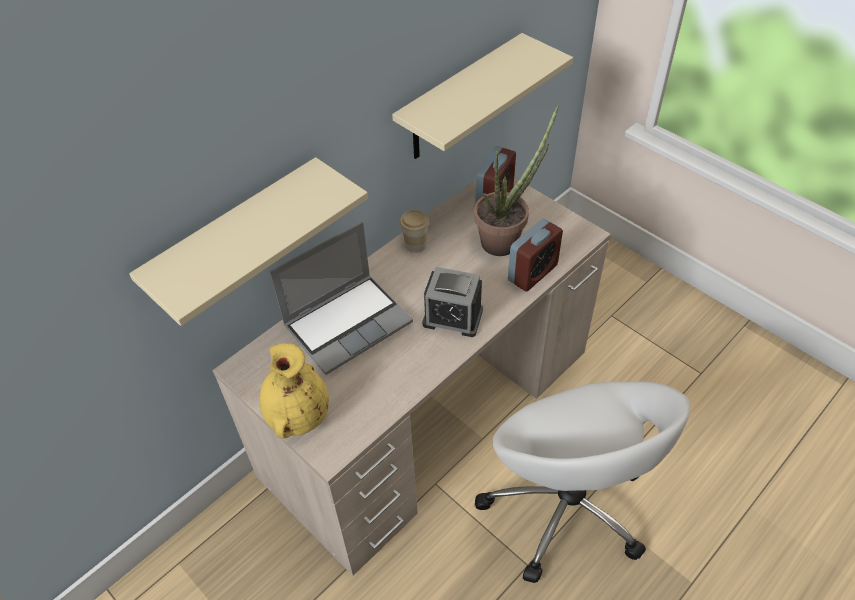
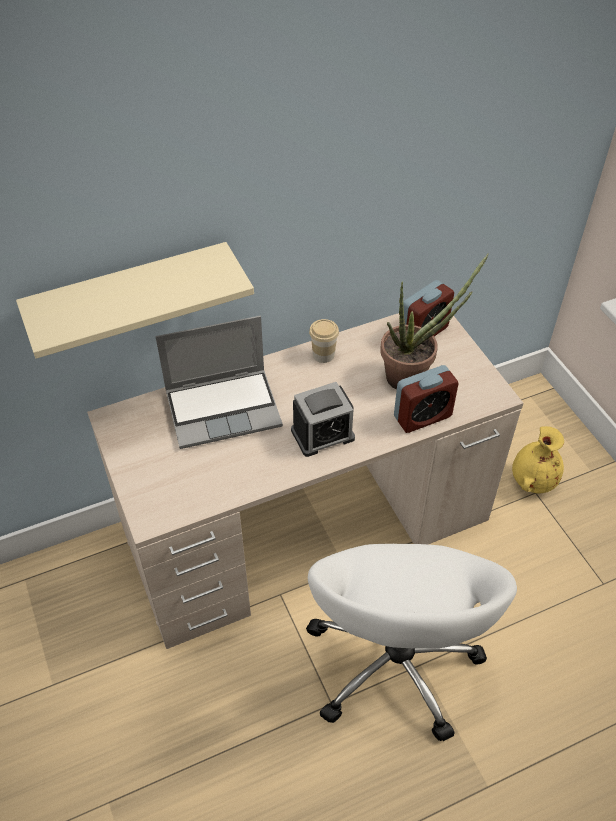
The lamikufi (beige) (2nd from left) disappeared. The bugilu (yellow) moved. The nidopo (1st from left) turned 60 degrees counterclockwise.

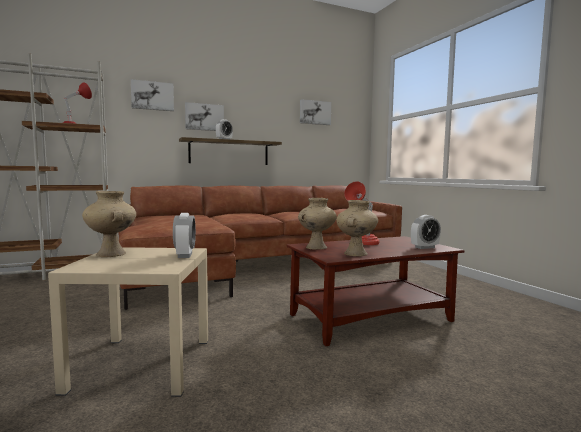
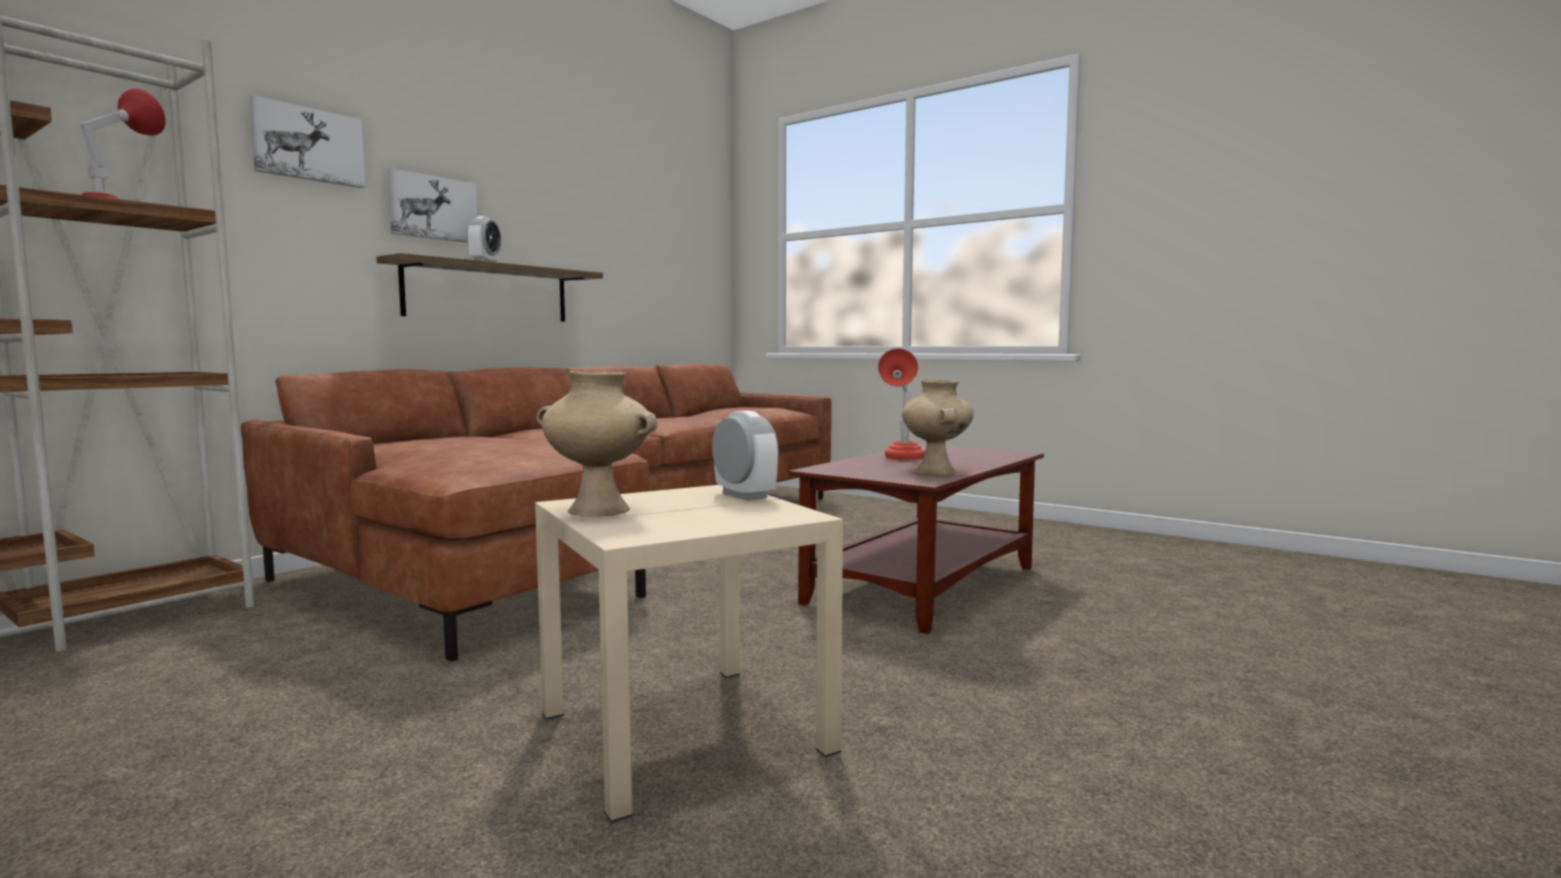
The bugilu (beige) (2nd from left) disappeared. The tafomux (3rd from left) disappeared. The nidopo (3rd from left) disappeared.

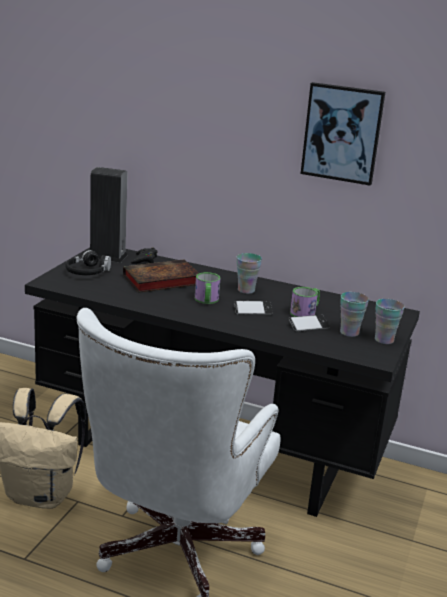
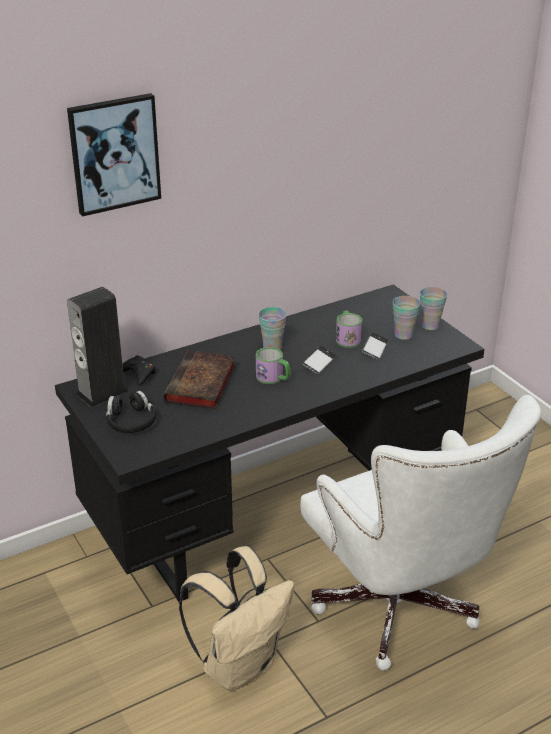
The tafomux moved.

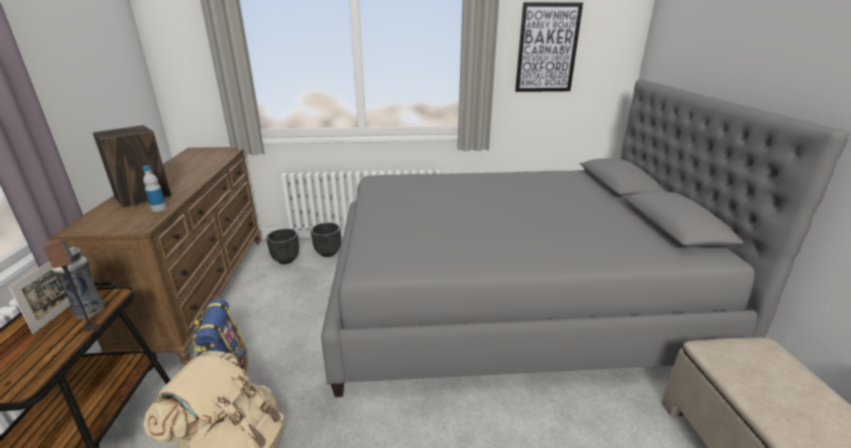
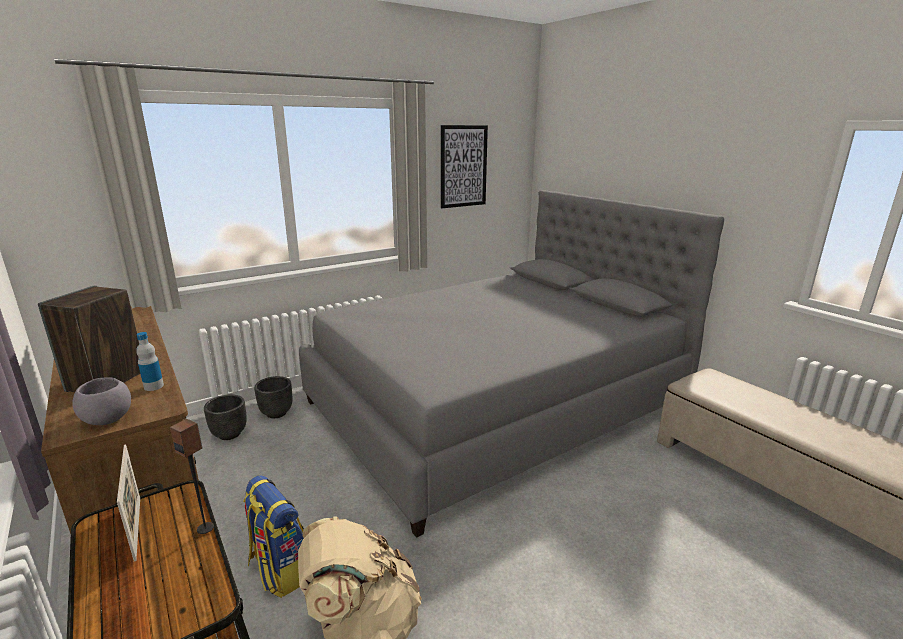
The bugilu disappeared. The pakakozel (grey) appeared.

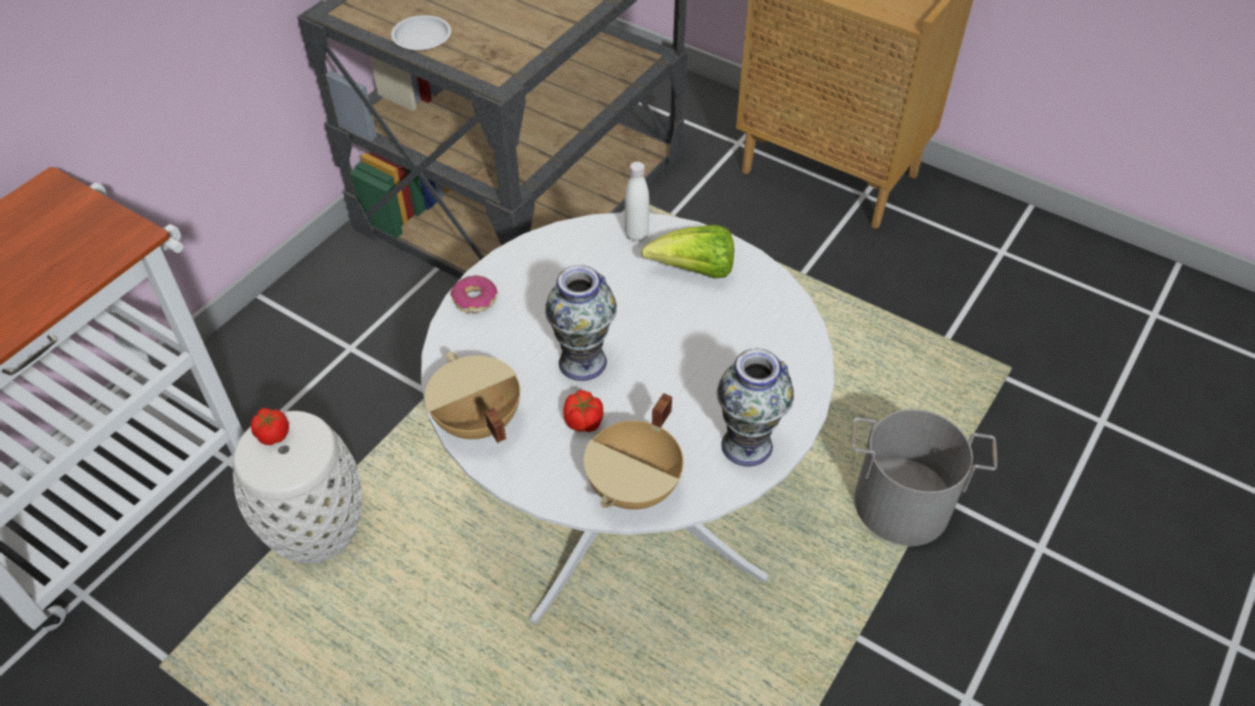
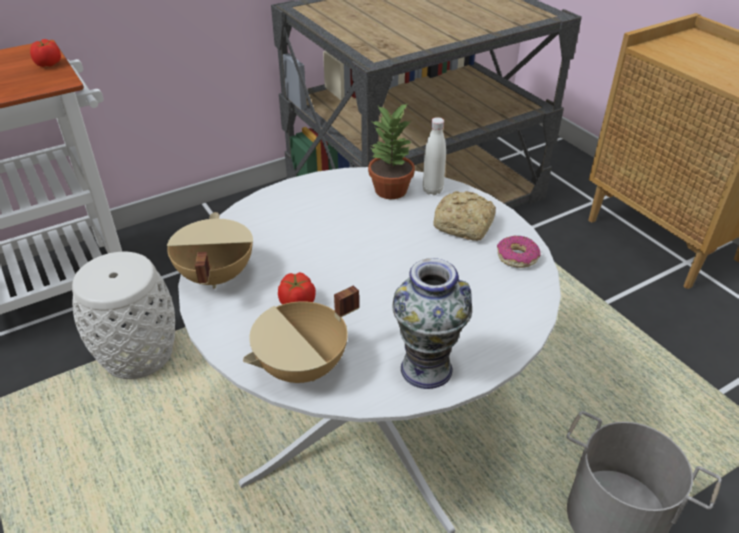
The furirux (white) disappeared. The bugilu (1st from left) disappeared. The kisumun appeared. The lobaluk (1st from left) moved. The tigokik moved. The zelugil was replaced by the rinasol.

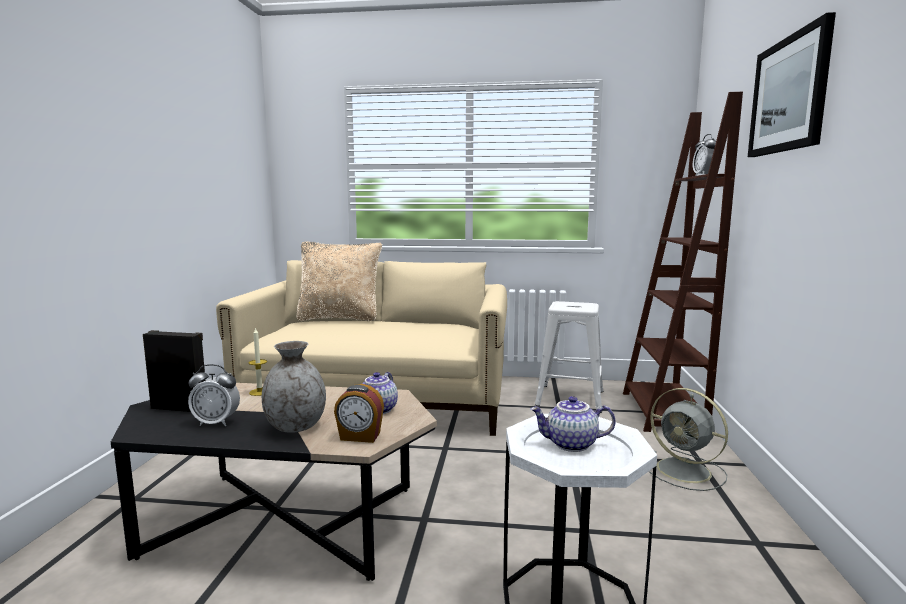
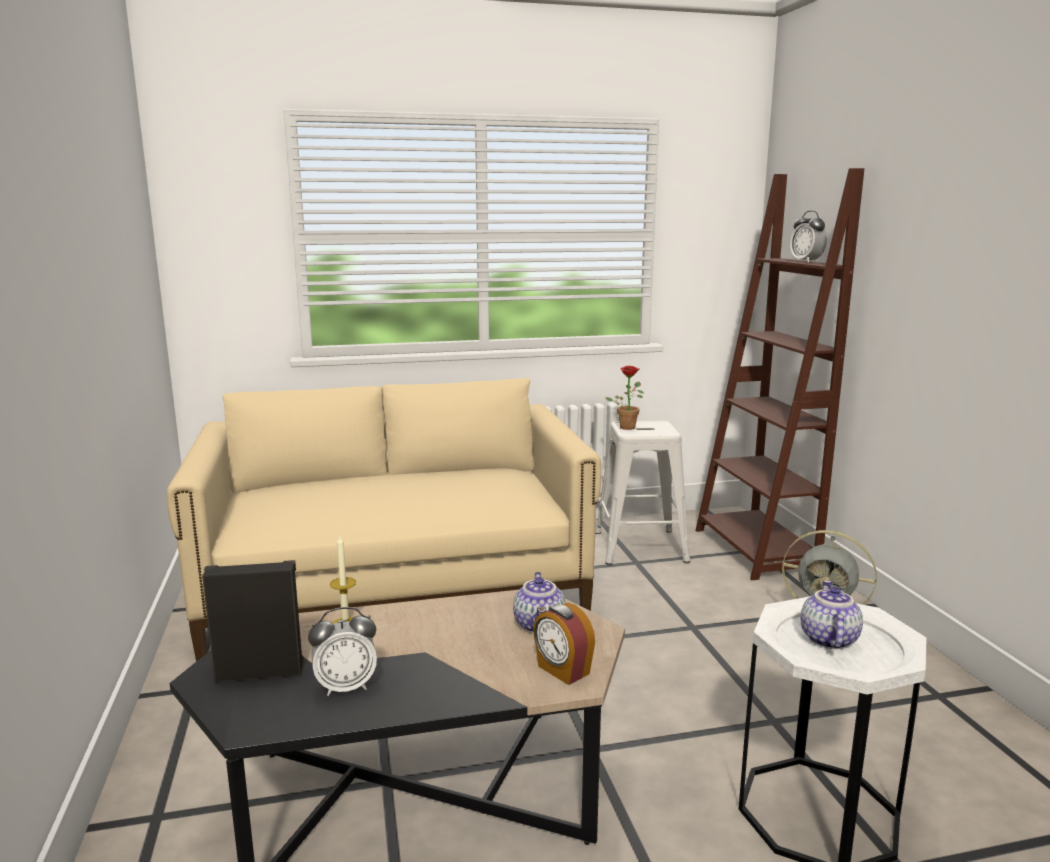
The bugilu (grey) disappeared. The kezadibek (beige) disappeared. The tafomux disappeared. The kisumun appeared. The nidopo (2nd from left) turned 60 degrees clockwise. The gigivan (2nd from left) turned 120 degrees clockwise.

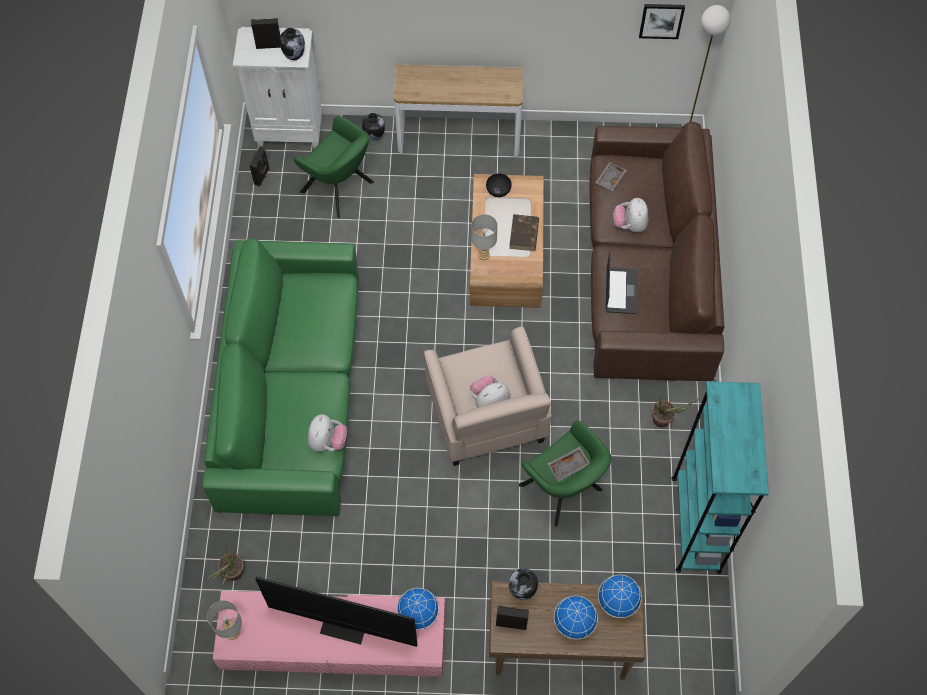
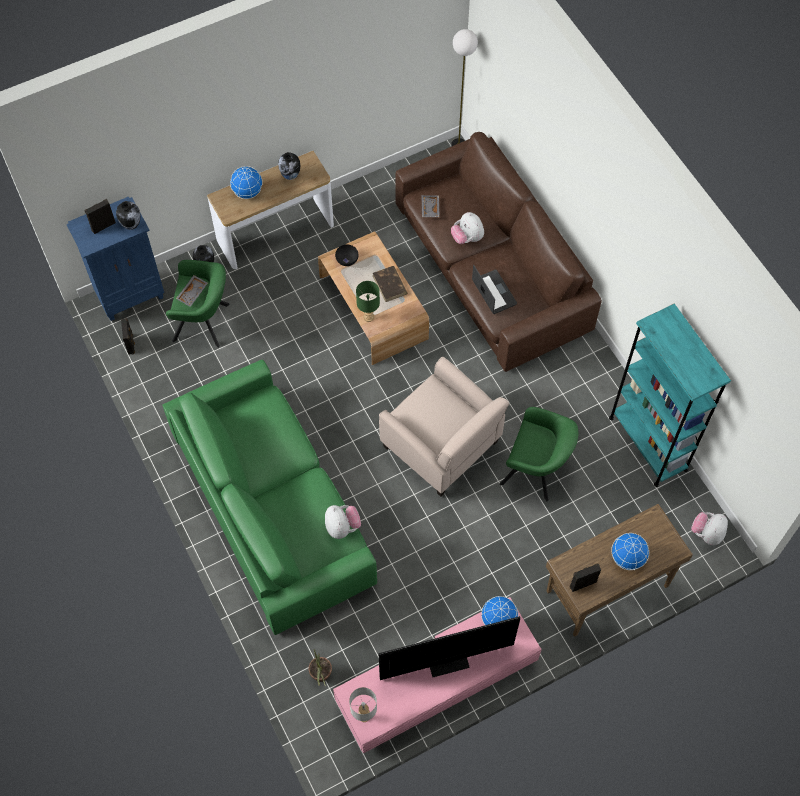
The tafomux disappeared. The kisumun (2nd from left) disappeared. The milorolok (2nd from left in the first image) moved. The bugilu (3rd from left) moved. The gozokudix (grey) (1st from left) moved. The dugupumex (3rd from left in the first image) moved. The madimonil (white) became the madimonil (blue). The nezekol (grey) (2nd from left) became the nezekol (green).

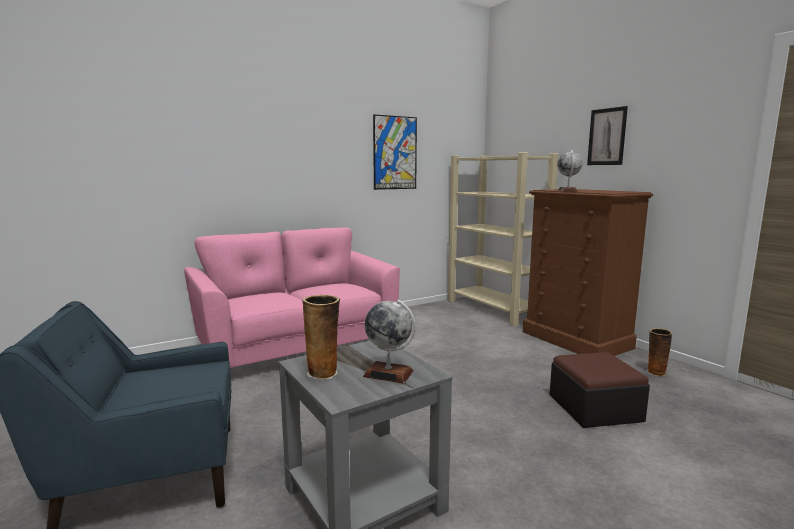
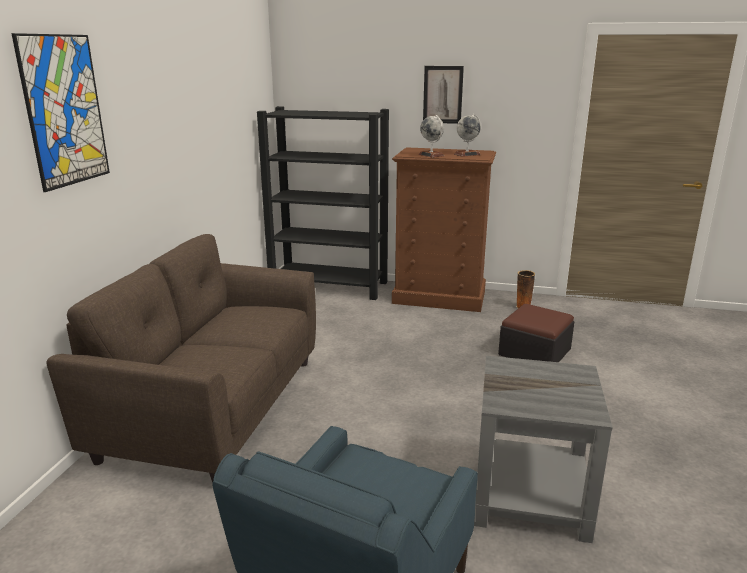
The bugilu (1st from left) disappeared. The dugupumex (1st from left in the first image) moved. The tafomux (1st from left) moved. The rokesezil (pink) became the rokesezil (brown). The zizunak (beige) became the zizunak (black).

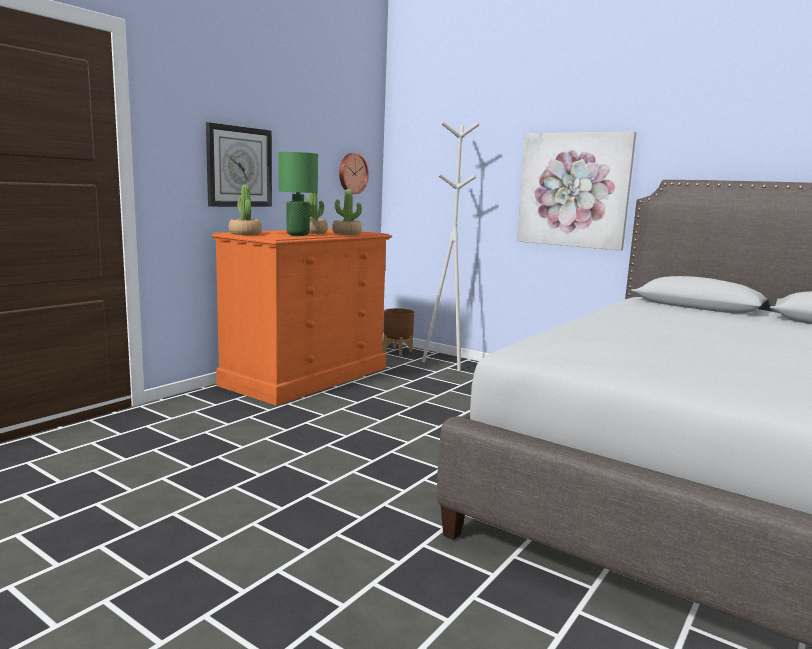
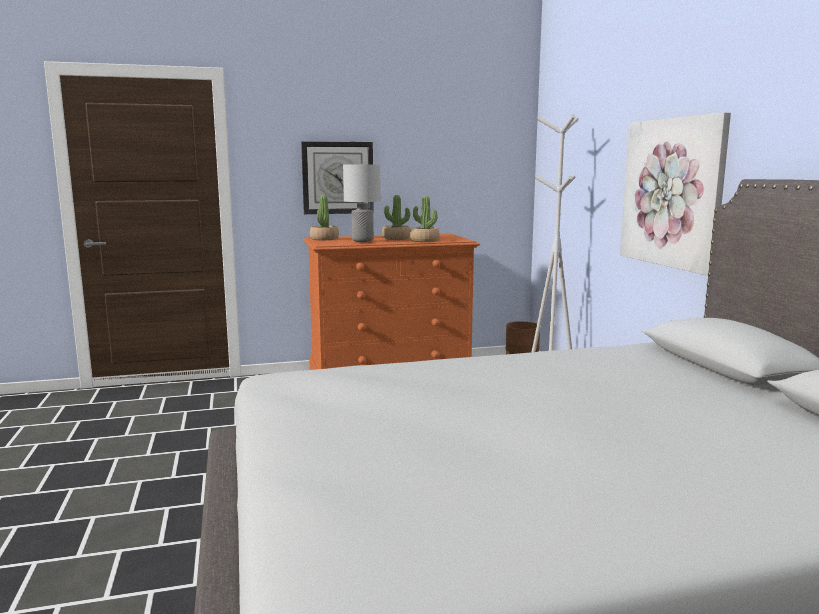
The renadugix (2nd from left) disappeared. The nezekol (green) became the nezekol (grey).

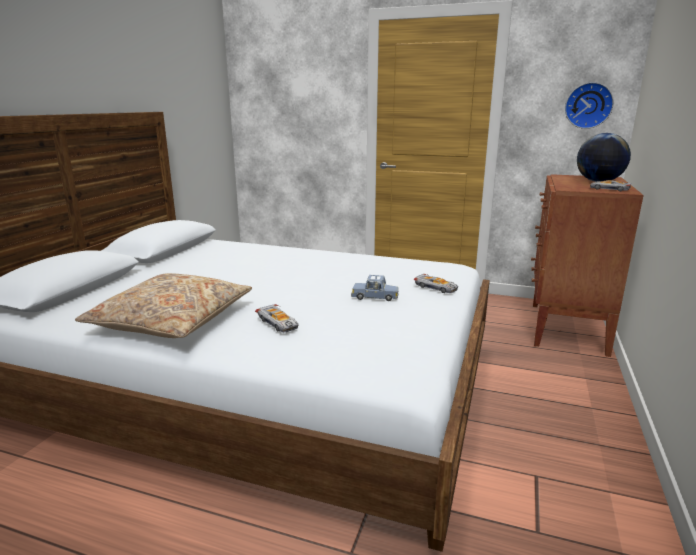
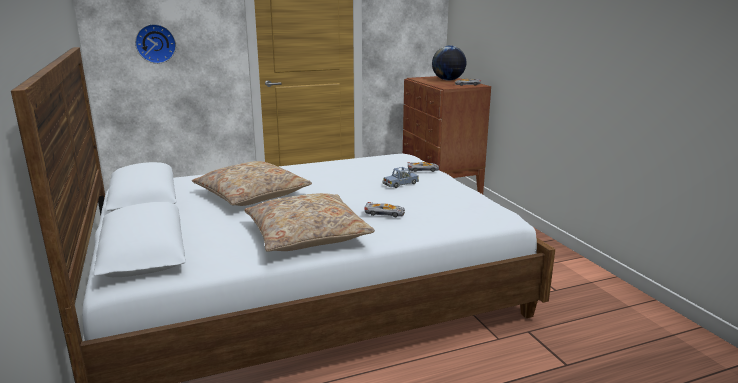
The kezadibek (beige) (1st from left) appeared. The renadugix moved.

